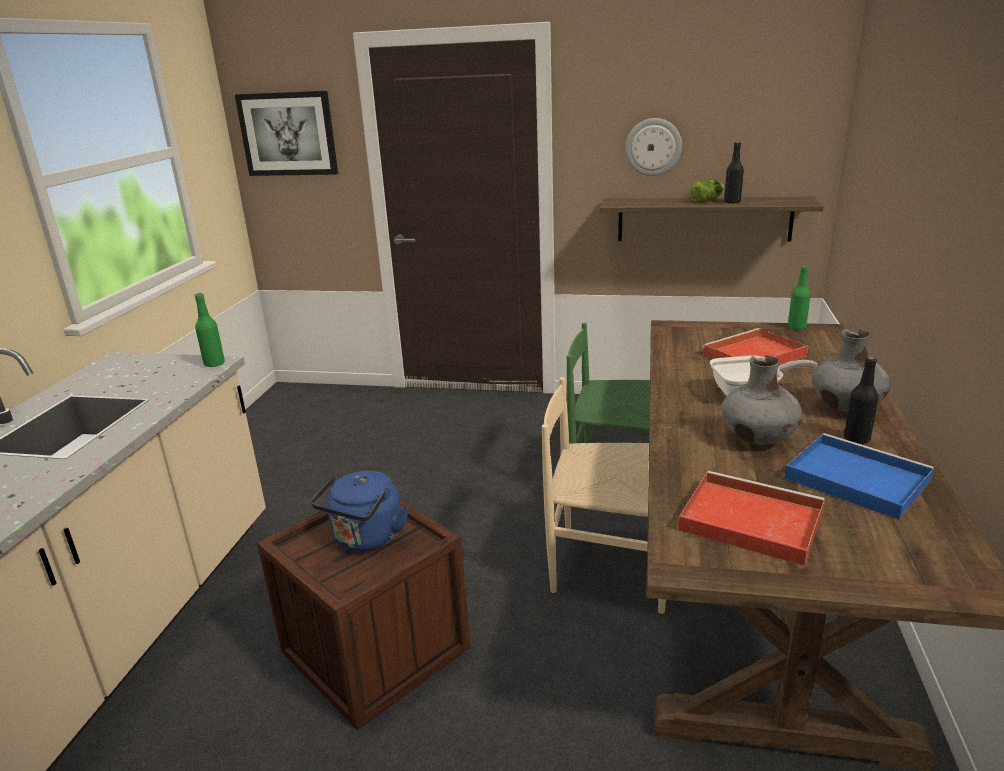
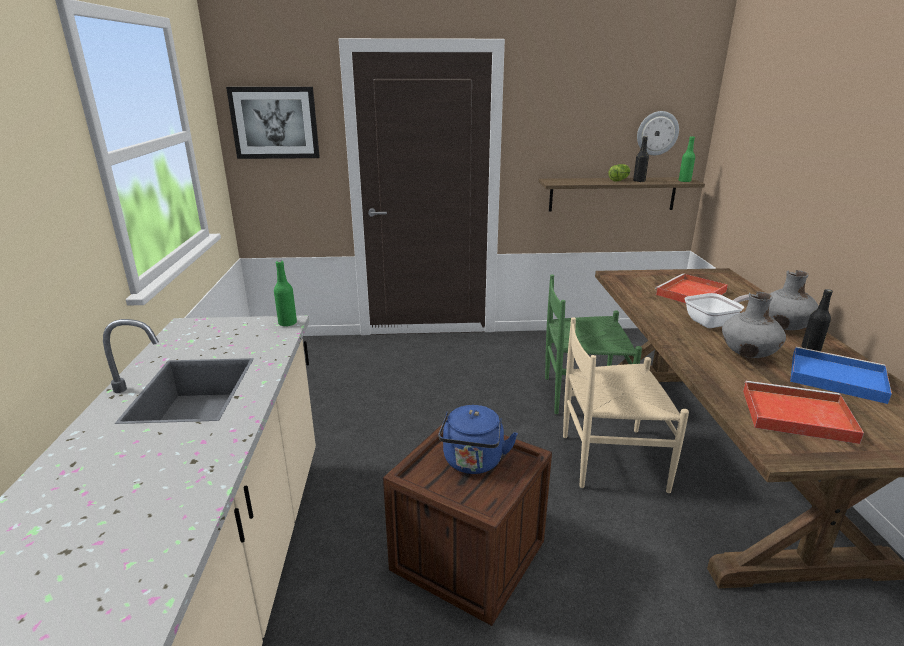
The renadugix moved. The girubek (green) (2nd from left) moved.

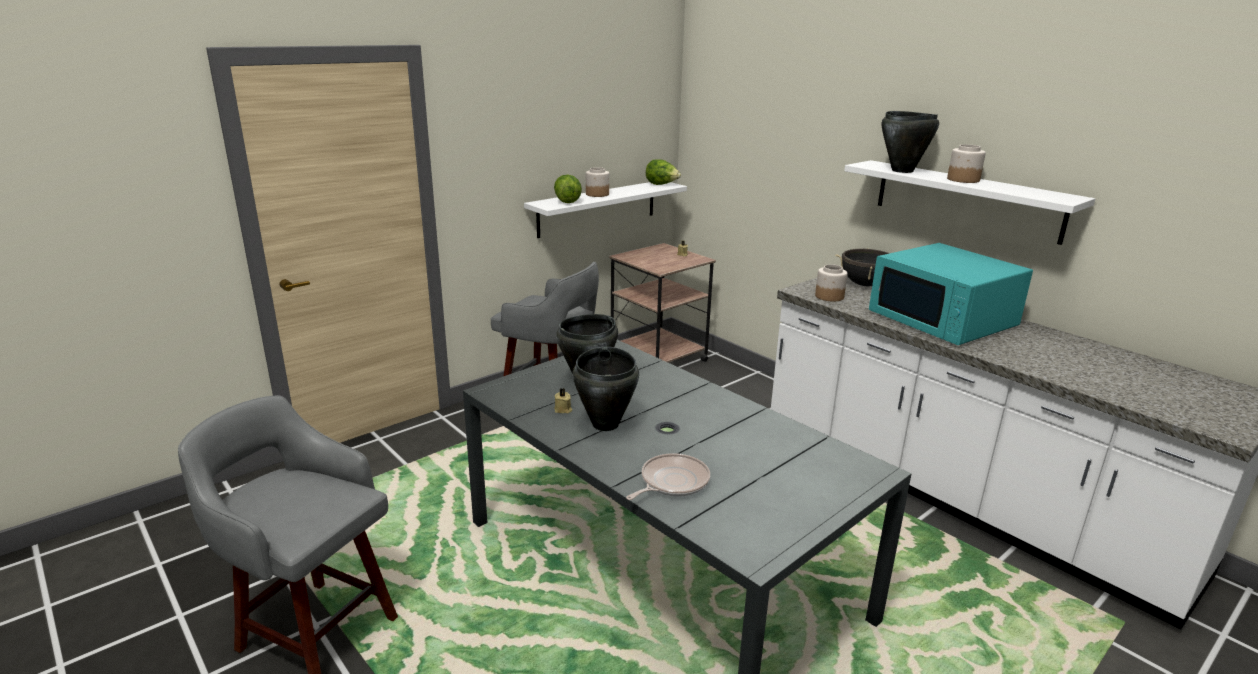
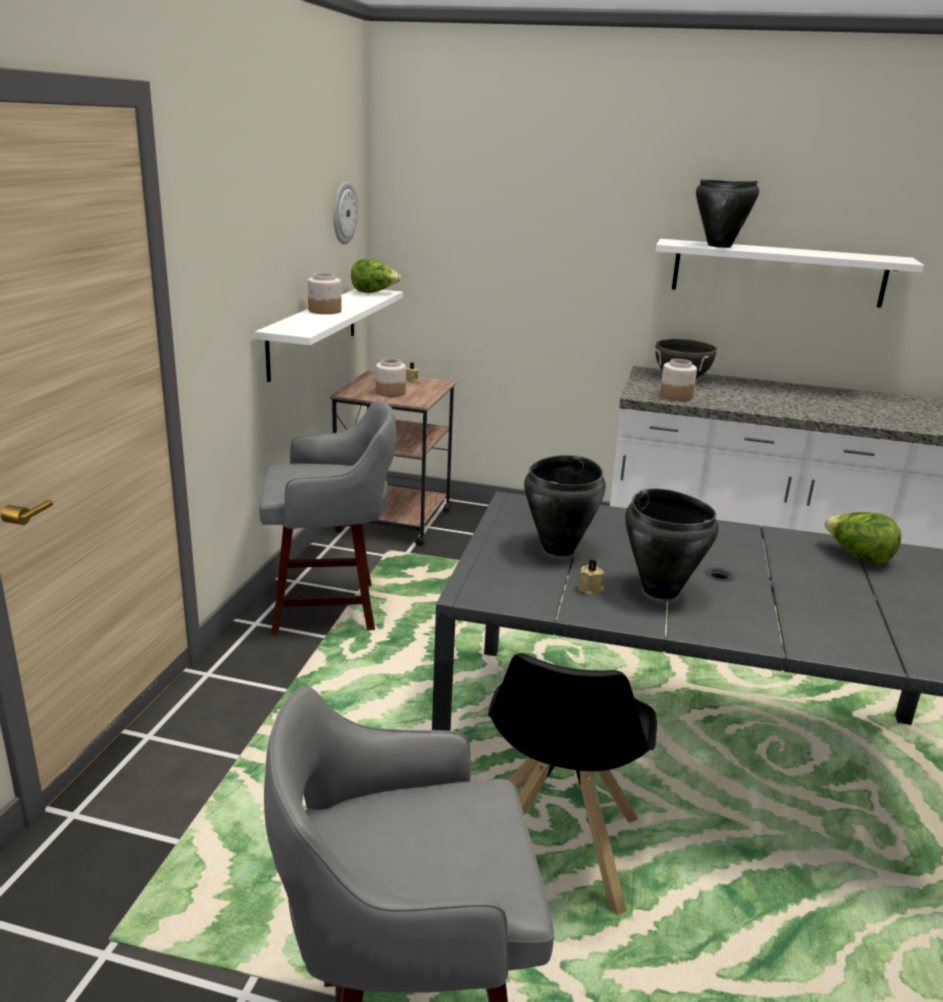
The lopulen disappeared. The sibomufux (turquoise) disappeared. The renadugix appeared. The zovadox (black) appeared. The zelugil (1st from left in the first image) moved. The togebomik (3rd from left in the first image) moved.

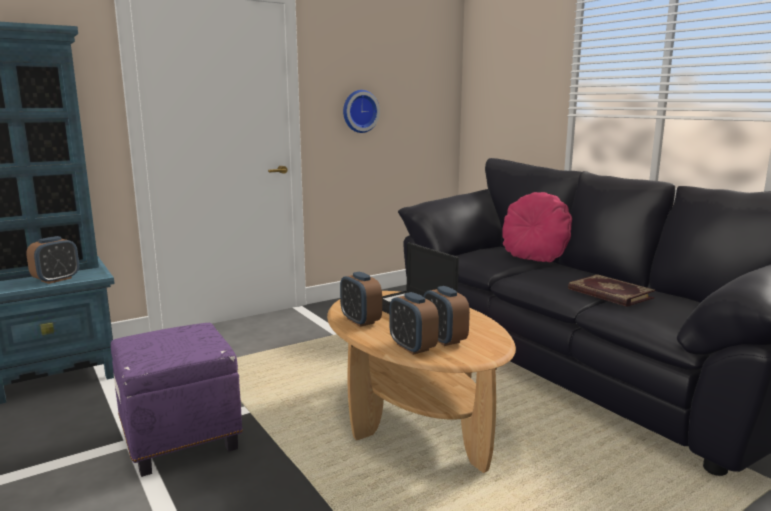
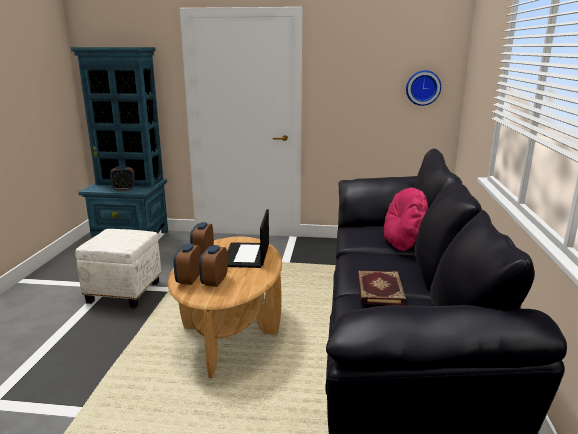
The renadugix moved. The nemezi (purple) became the nemezi (white).

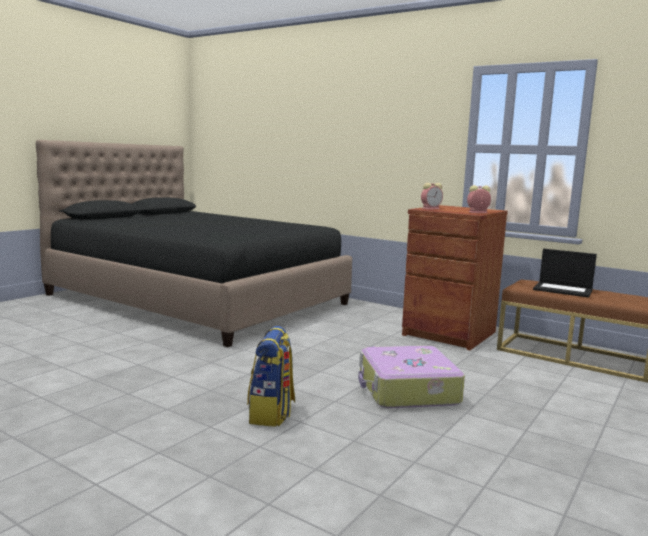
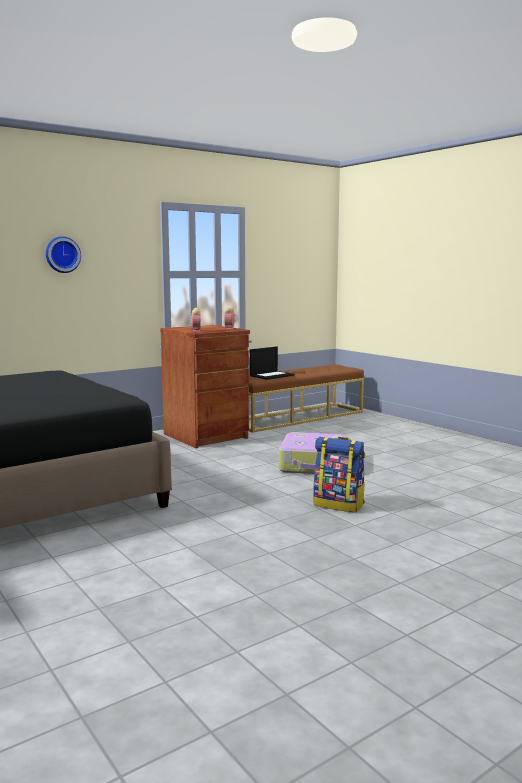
The renadugix appeared.

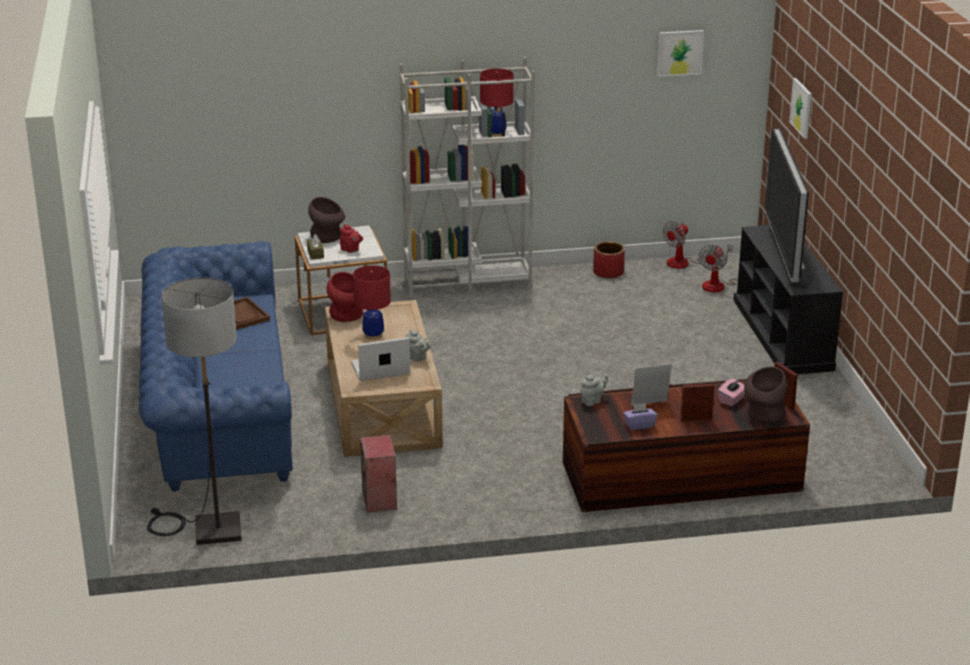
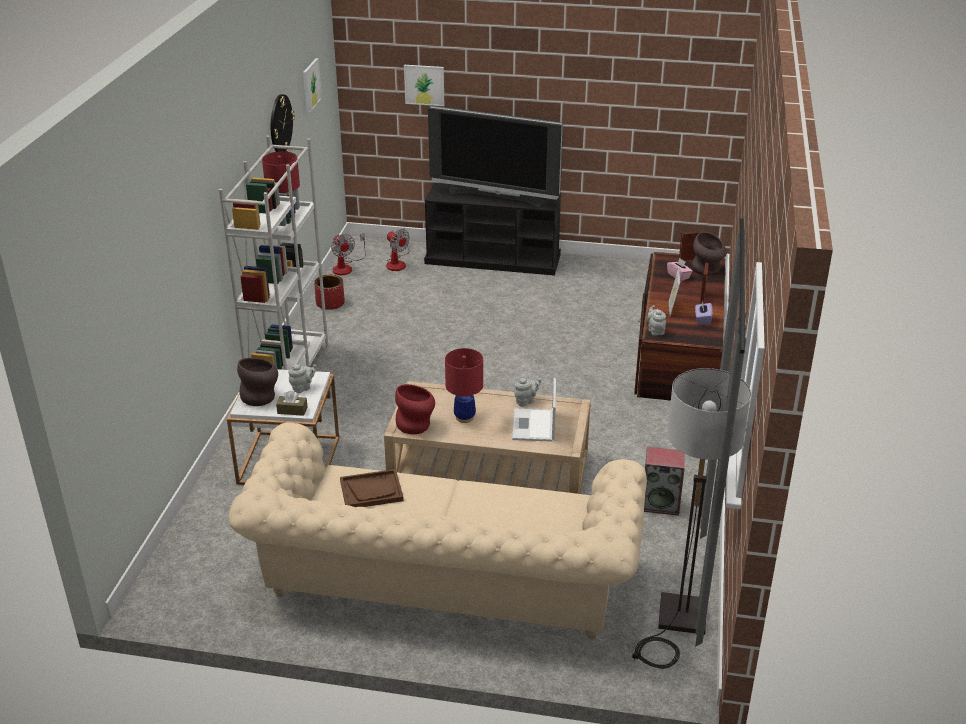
The renadugix appeared. The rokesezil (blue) became the rokesezil (beige). The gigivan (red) became the gigivan (grey) (1st from left).

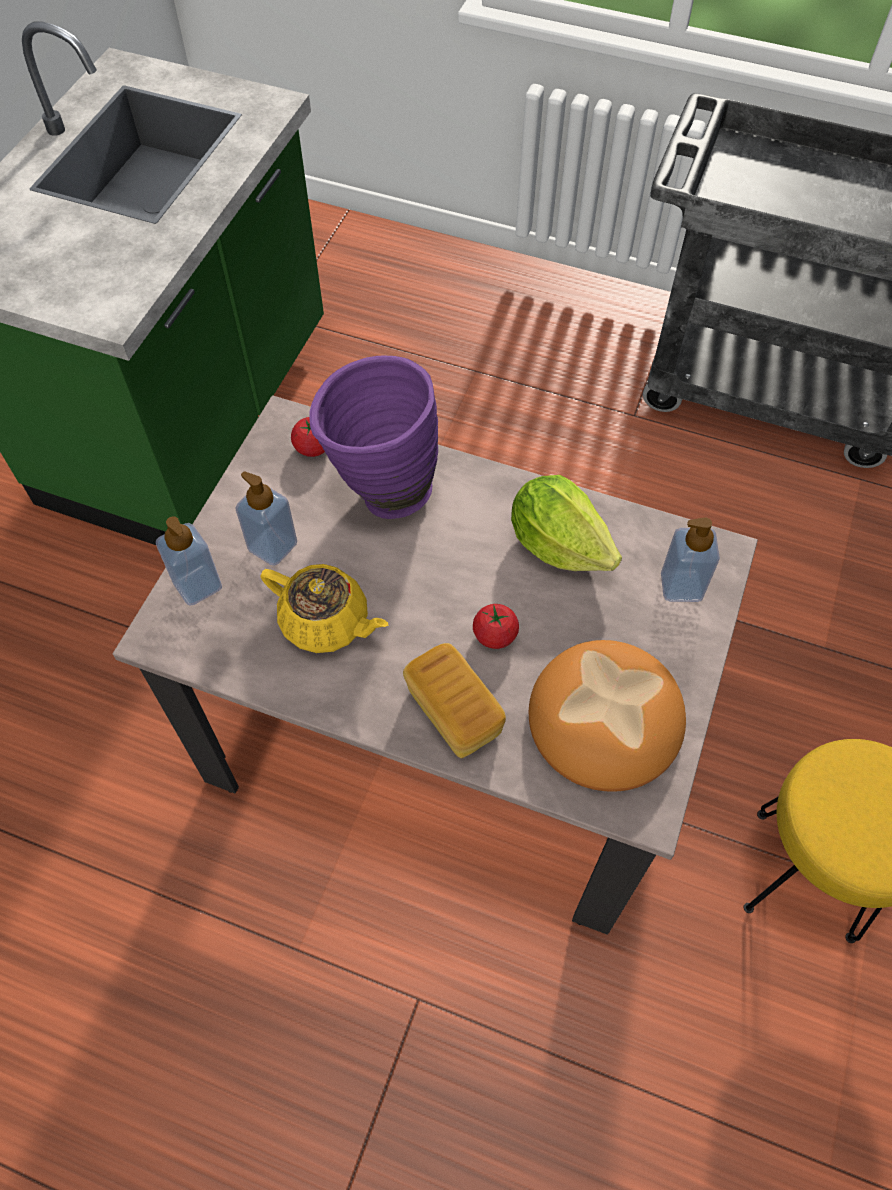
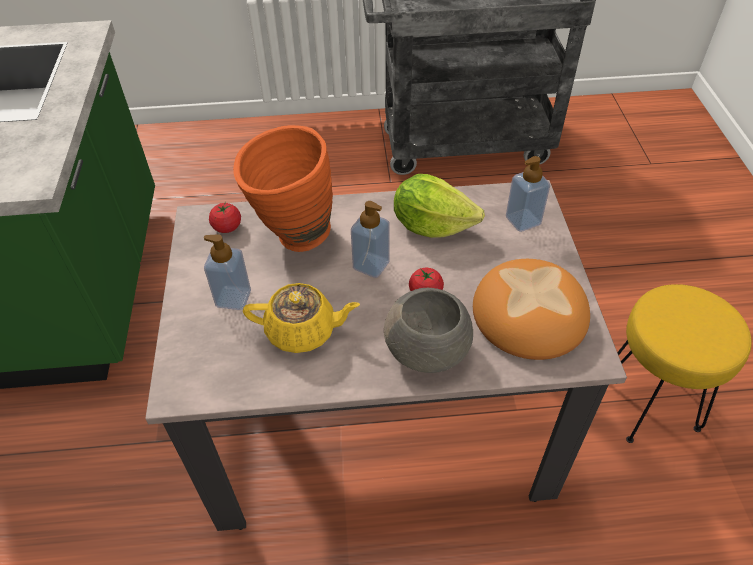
The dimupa (1st from left in the first image) moved. The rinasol (1st from left) was replaced by the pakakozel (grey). The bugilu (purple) became the bugilu (orange).

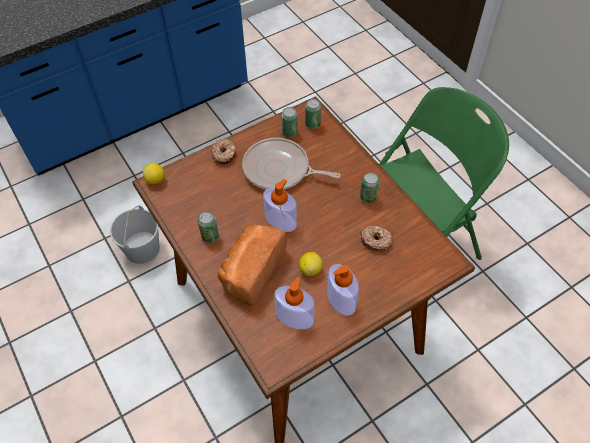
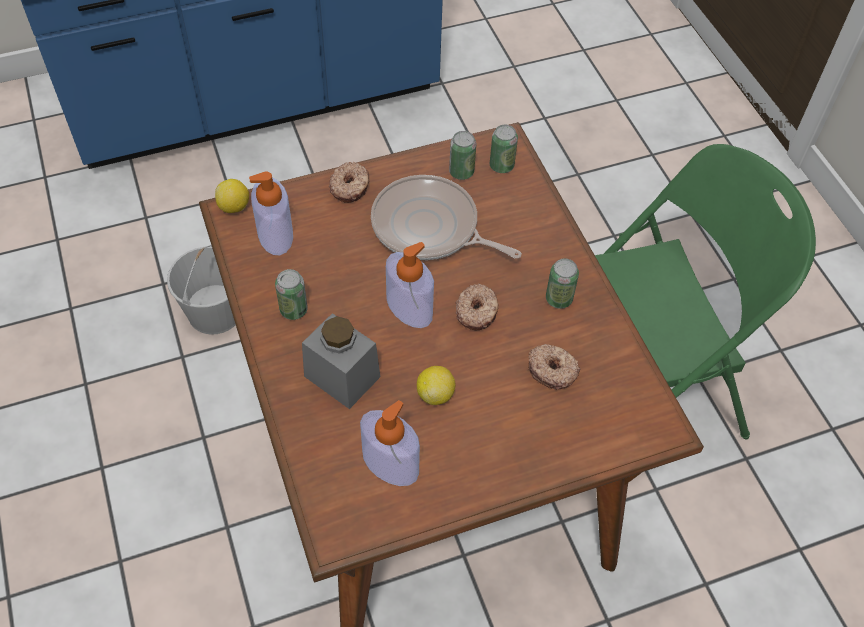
The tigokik (2nd from left) appeared. The dimupa (3rd from left in the first image) moved. The rinasol was replaced by the togebomik (grey).

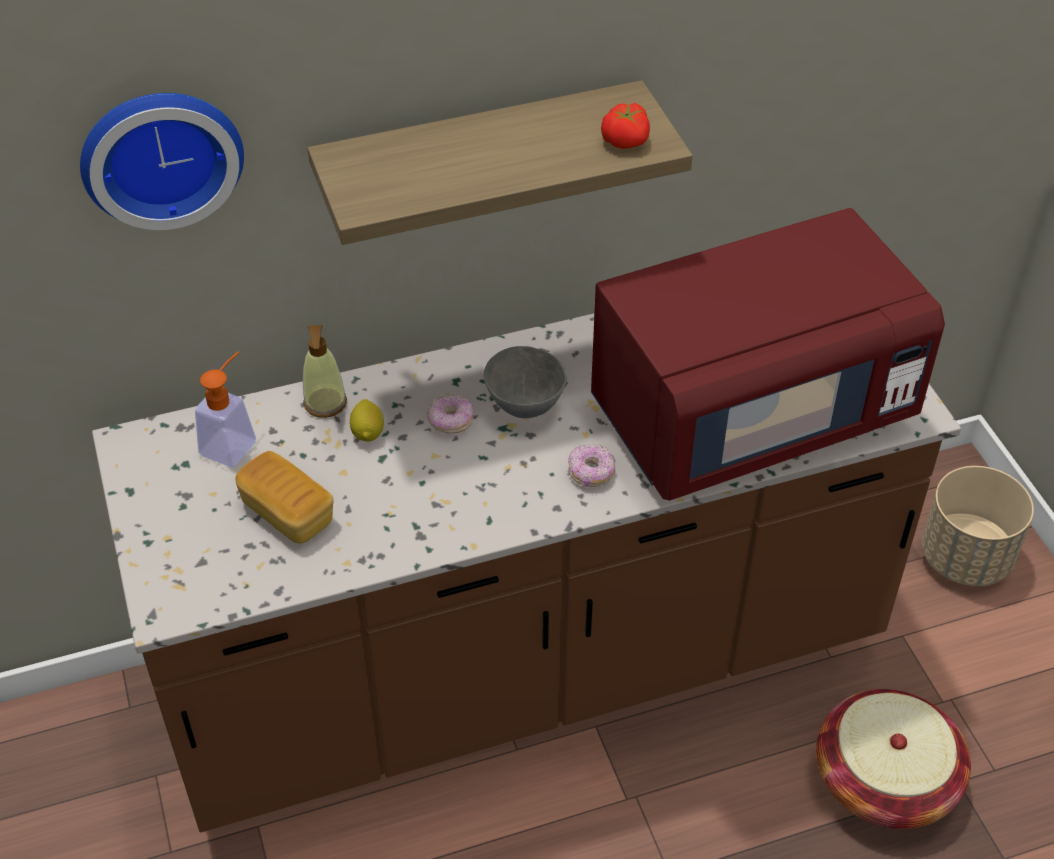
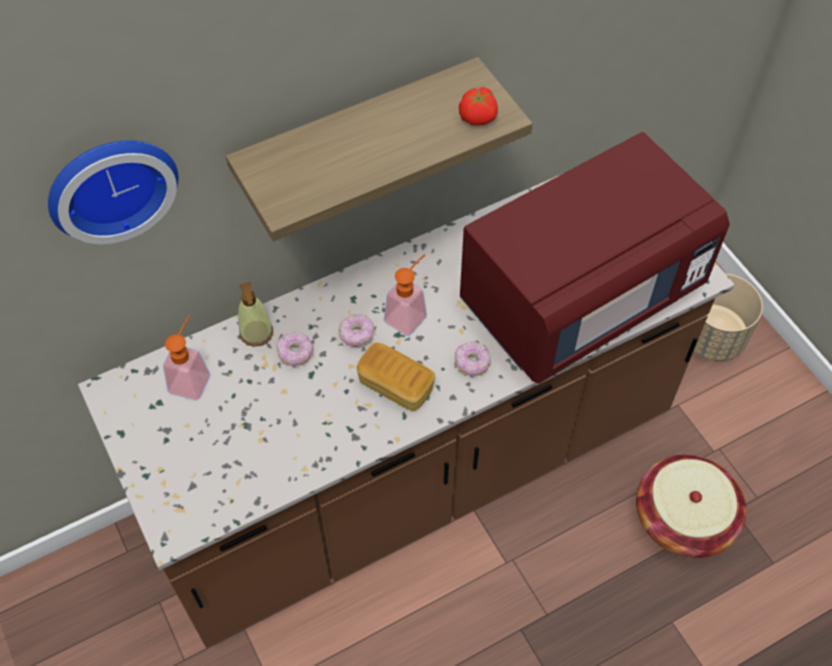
The rinasol moved. The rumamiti was replaced by the tigokik (1st from left). The pakakozel (grey) was replaced by the dimupa (3rd from left).

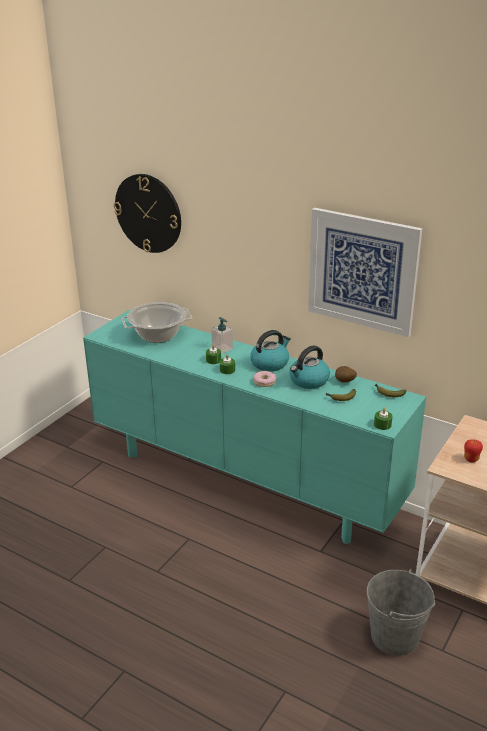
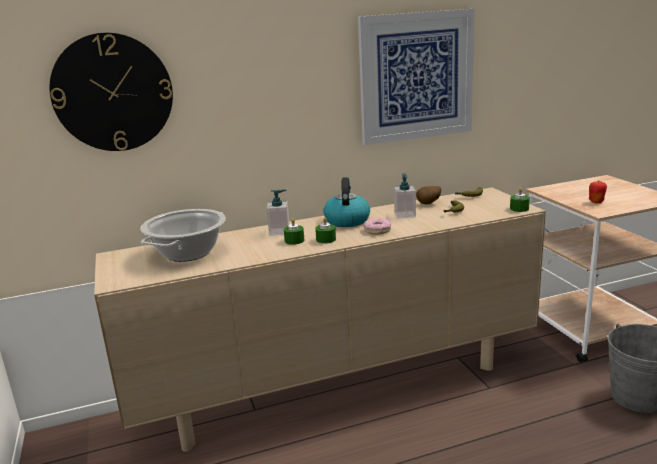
The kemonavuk (2nd from left) was replaced by the dimupa (2nd from left). The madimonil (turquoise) became the madimonil (beige).

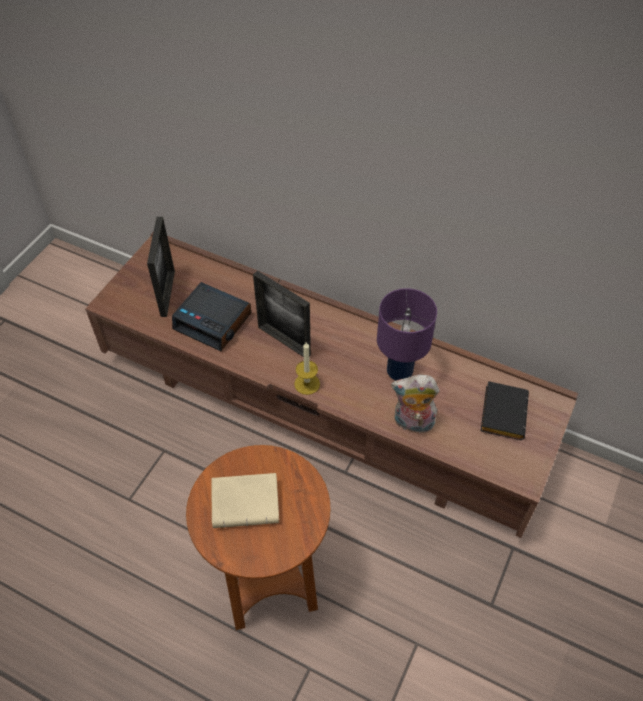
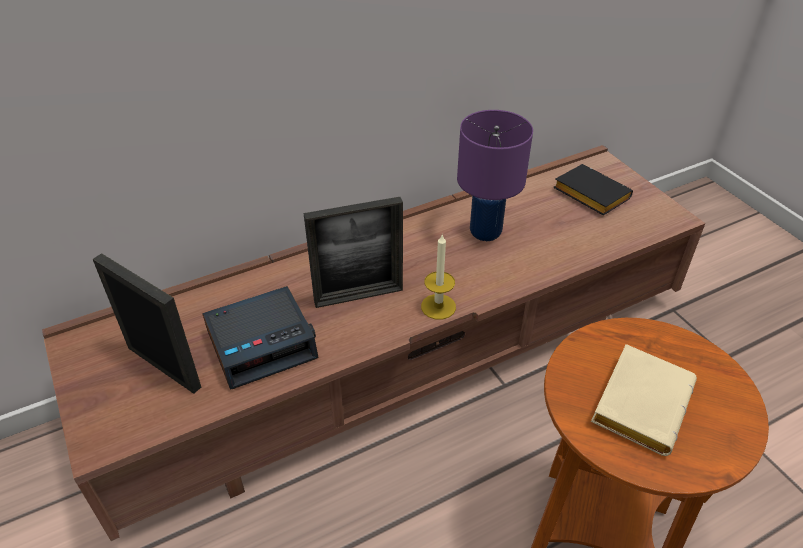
The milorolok disappeared.

